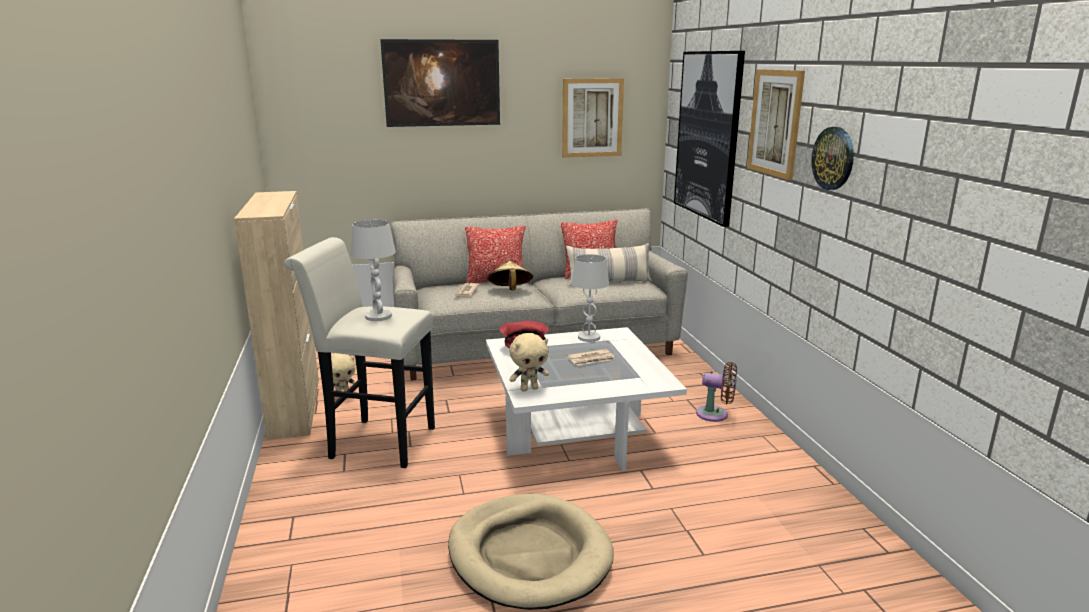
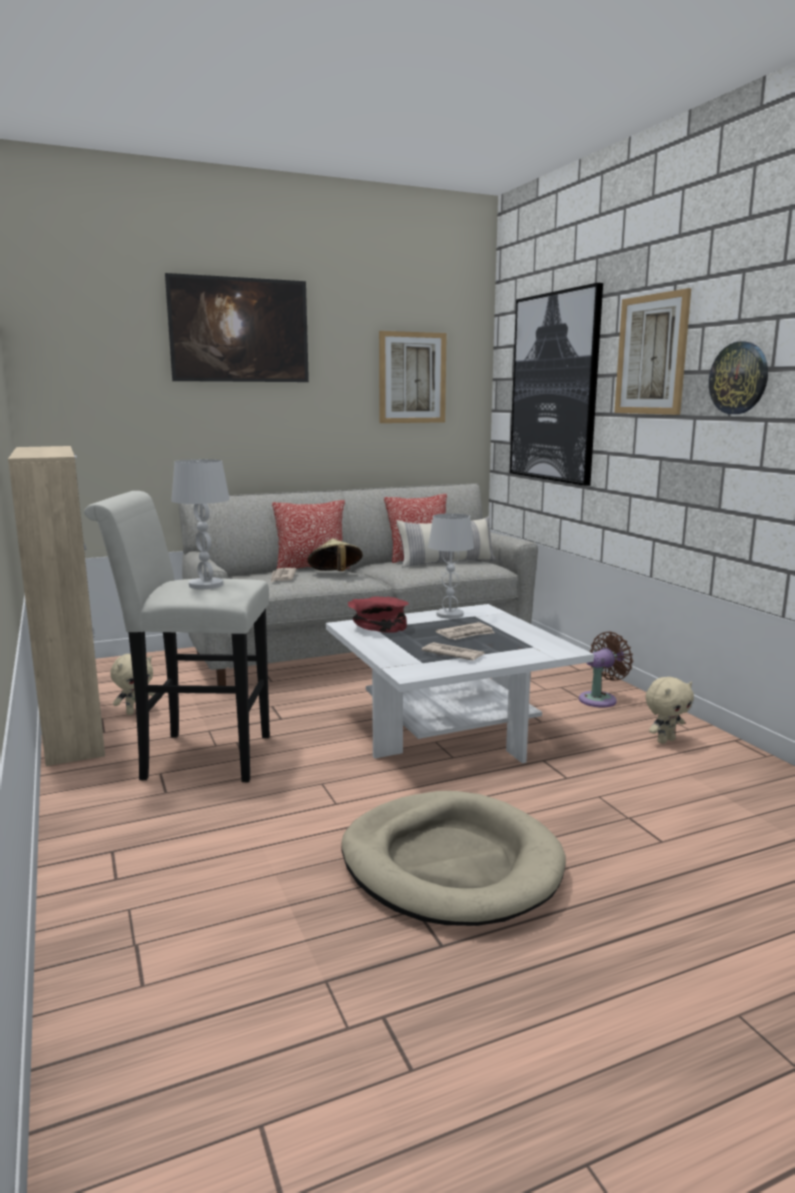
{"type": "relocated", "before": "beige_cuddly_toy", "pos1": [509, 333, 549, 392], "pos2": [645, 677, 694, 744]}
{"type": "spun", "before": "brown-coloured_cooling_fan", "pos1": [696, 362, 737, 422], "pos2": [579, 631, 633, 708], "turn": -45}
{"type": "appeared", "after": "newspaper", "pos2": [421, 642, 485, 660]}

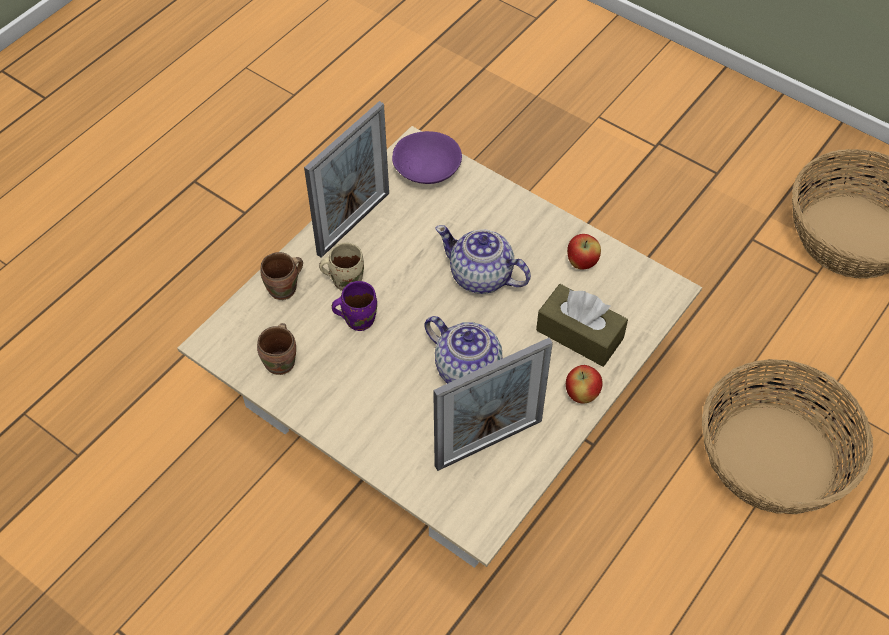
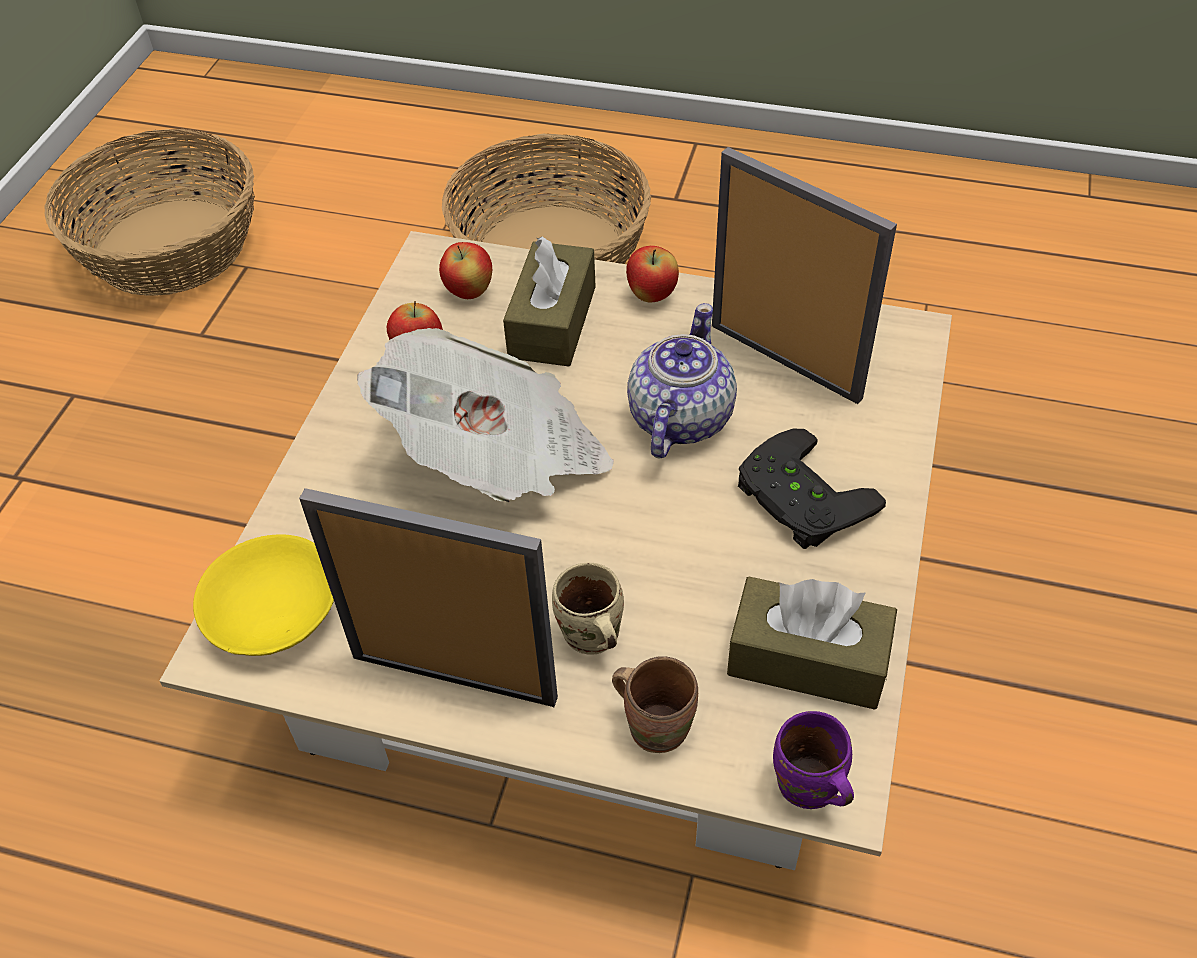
{"type": "colour", "before": "purplish_deep_dish", "after": "yellow-coloured_deep_dish", "pos1": [392, 131, 462, 184], "pos2": [193, 534, 334, 656]}
{"type": "exchanged", "before": "tea_pot", "after": "newspaper", "pos1": [435, 225, 531, 294], "pos2": [357, 328, 614, 502]}
{"type": "relocated", "before": "purplish_coffee_mug", "pos1": [332, 281, 377, 331], "pos2": [773, 711, 854, 809]}
{"type": "exchanged", "before": "brown-coloured_coffee_mug", "after": "brown-coloured_tissue_holder", "pos1": [257, 323, 296, 375], "pos2": [727, 576, 897, 710]}
{"type": "appeared", "after": "apple", "pos2": [439, 242, 492, 299]}
{"type": "appeared", "after": "black_gamepad", "pos2": [738, 429, 886, 549]}

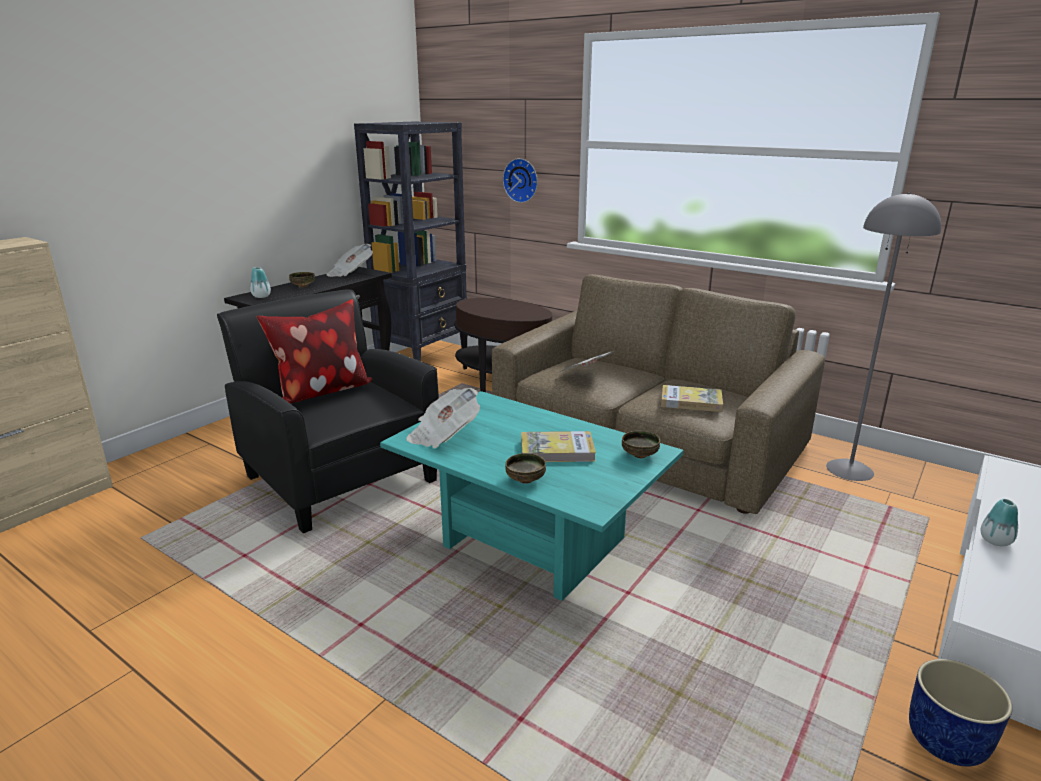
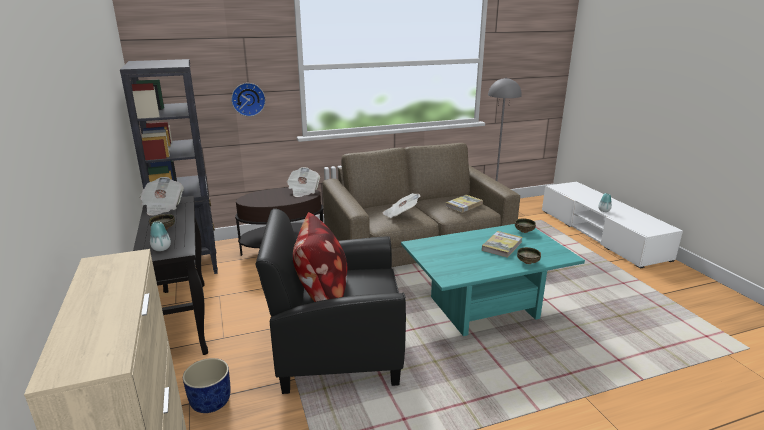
{"type": "relocated", "before": "newspaper", "pos1": [406, 388, 480, 448], "pos2": [287, 167, 320, 197]}
{"type": "relocated", "before": "blue_flower_pot", "pos1": [909, 659, 1013, 766], "pos2": [183, 358, 230, 413]}

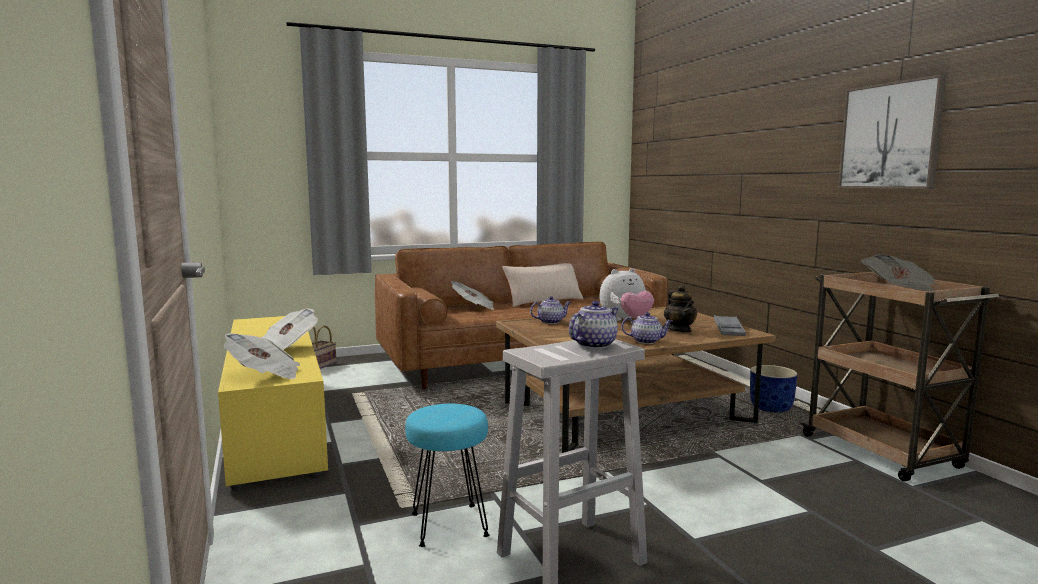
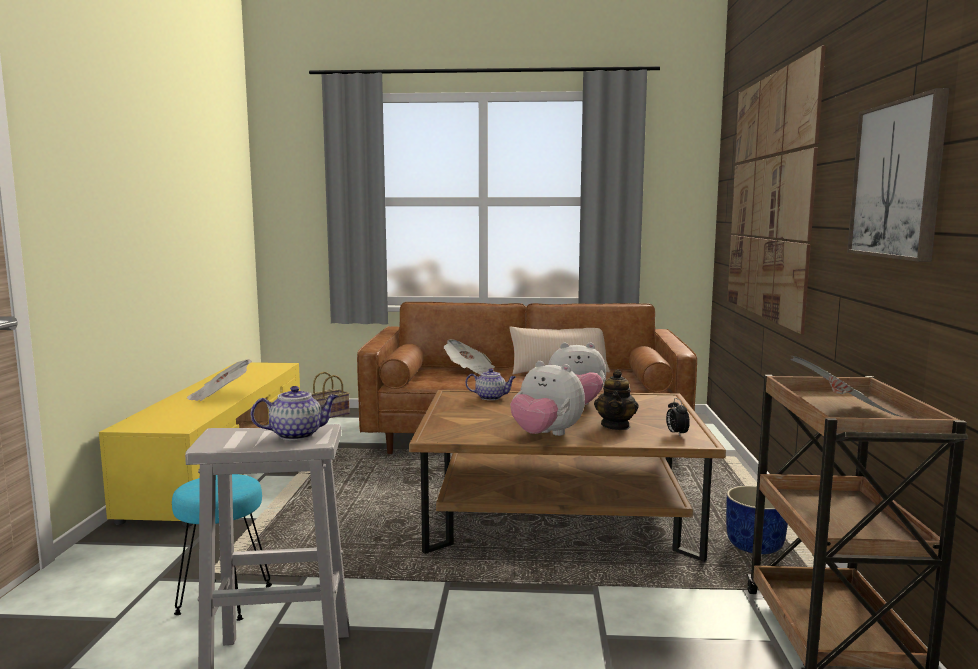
{"type": "exchanged", "before": "tea_pot", "after": "cuddly_toy", "pos1": [621, 312, 672, 344], "pos2": [510, 361, 585, 436]}
{"type": "exchanged", "before": "grey_serving_tray", "after": "bedside_clock", "pos1": [714, 315, 746, 336], "pos2": [666, 398, 690, 436]}
{"type": "missing", "before": "newspaper", "pos1": [223, 333, 300, 379]}
{"type": "appeared", "after": "wall_art", "pos2": [727, 45, 826, 334]}

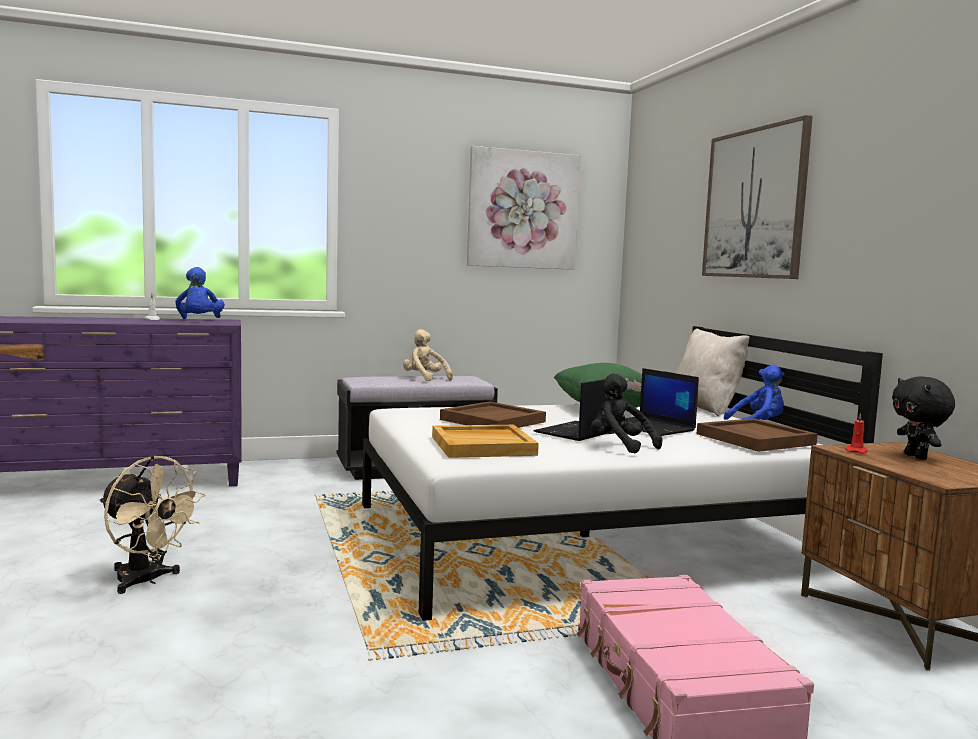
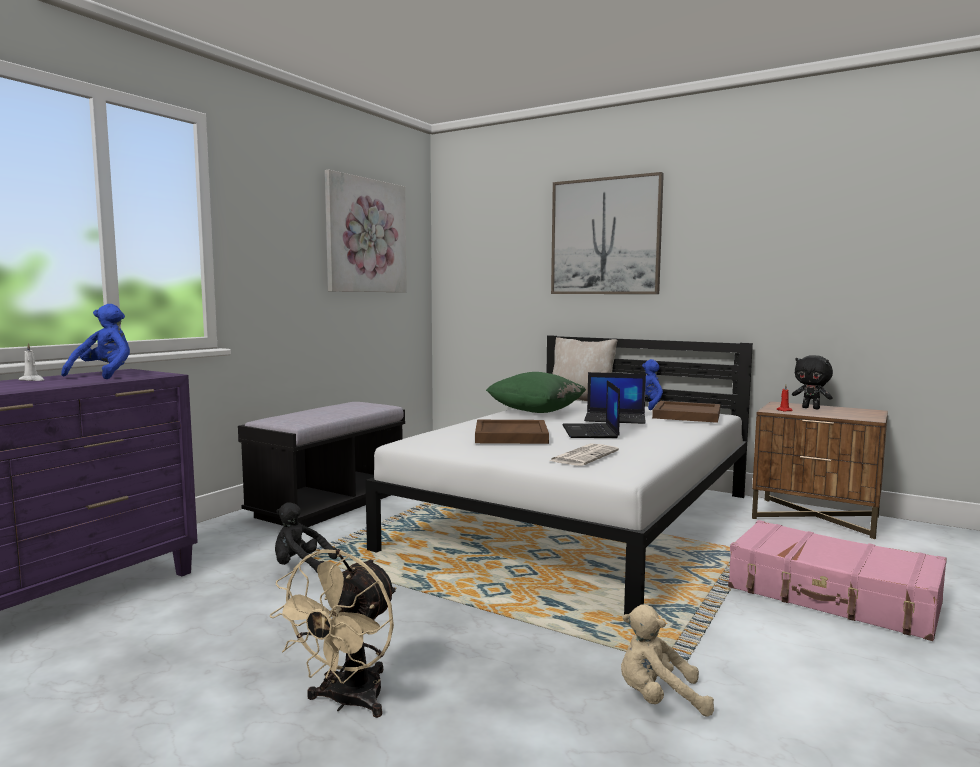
{"type": "spun", "before": "blue_cuddly_toy", "pos1": [175, 267, 225, 319], "pos2": [61, 304, 130, 379], "turn": -120}
{"type": "relocated", "before": "beige_cuddly_toy", "pos1": [403, 329, 453, 381], "pos2": [621, 604, 714, 716]}
{"type": "relocated", "before": "black_cuddly_toy", "pos1": [591, 373, 663, 453], "pos2": [275, 502, 337, 573]}
{"type": "exchanged", "before": "beige_serving_tray", "after": "newspaper", "pos1": [432, 425, 539, 458], "pos2": [549, 443, 619, 466]}
{"type": "spun", "before": "beige_cooling_fan", "pos1": [100, 455, 205, 594], "pos2": [270, 549, 396, 718], "turn": 120}

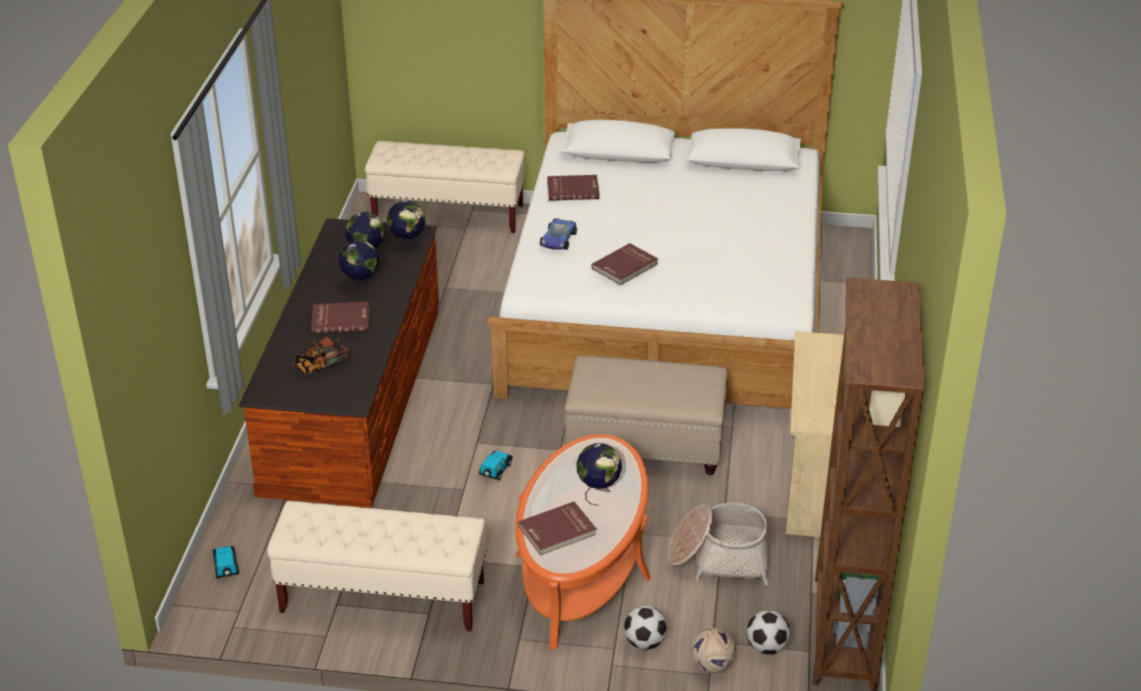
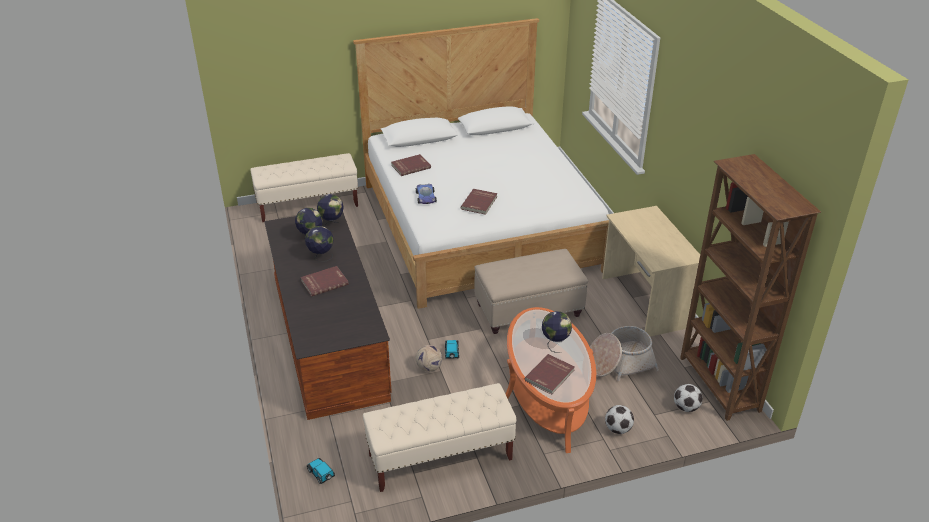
{"type": "missing", "before": "toy_truck", "pos1": [292, 336, 349, 375]}
{"type": "relocated", "before": "football", "pos1": [691, 628, 736, 673], "pos2": [416, 345, 442, 372]}

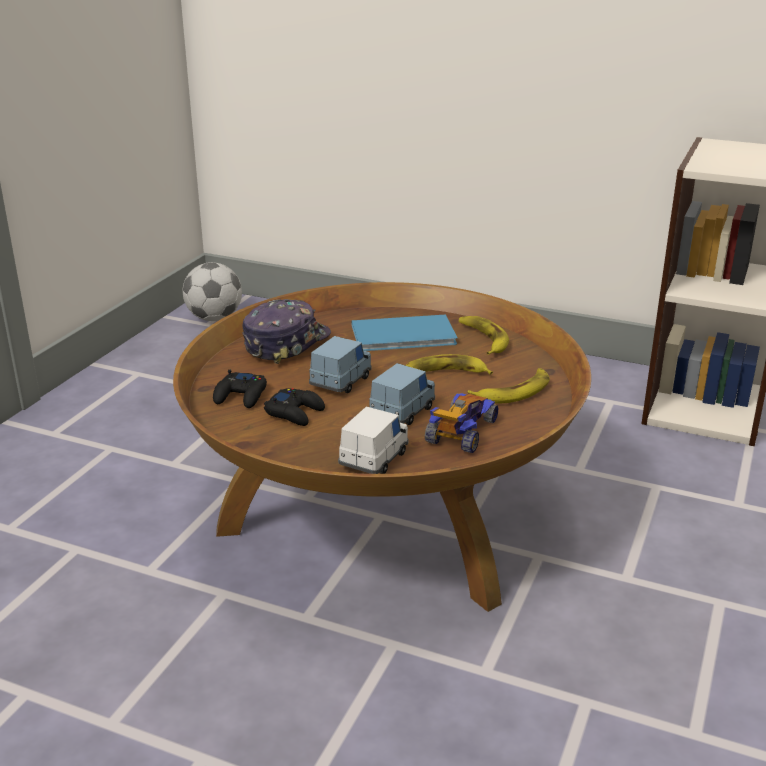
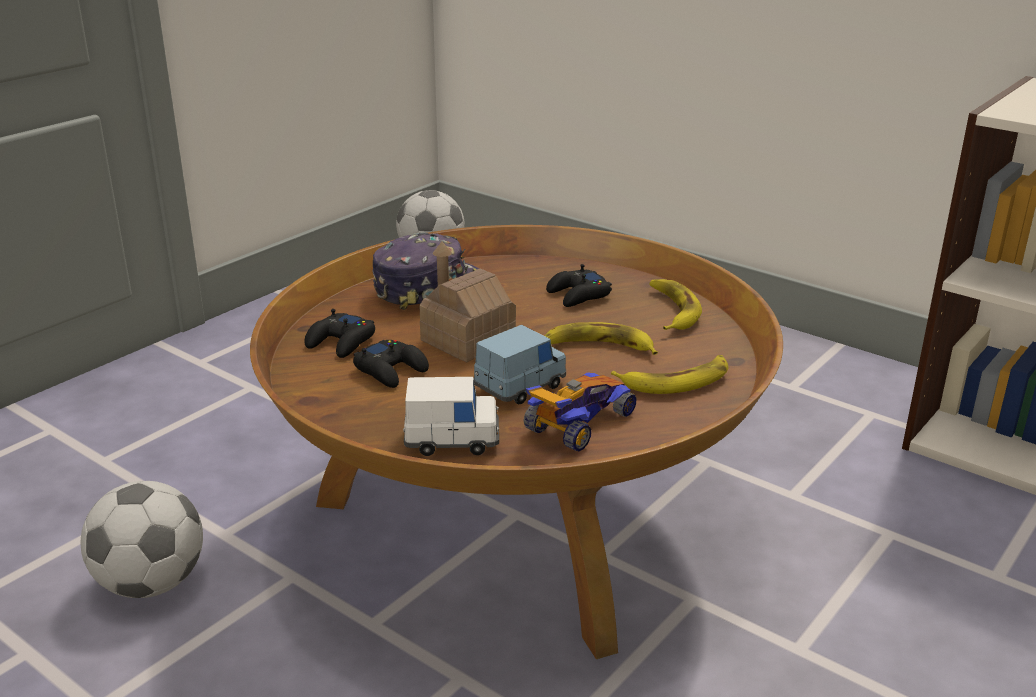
{"type": "exchanged", "before": "blue_bound_book", "after": "black_gamepad", "pos1": [351, 315, 458, 351], "pos2": [546, 264, 612, 307]}
{"type": "exchanged", "before": "blue_model_car", "after": "model_house", "pos1": [309, 336, 372, 393], "pos2": [419, 242, 516, 362]}
{"type": "spun", "before": "white_model_car", "pos1": [338, 407, 408, 474], "pos2": [403, 377, 499, 456], "turn": 45}
{"type": "appeared", "after": "football", "pos2": [81, 481, 203, 598]}

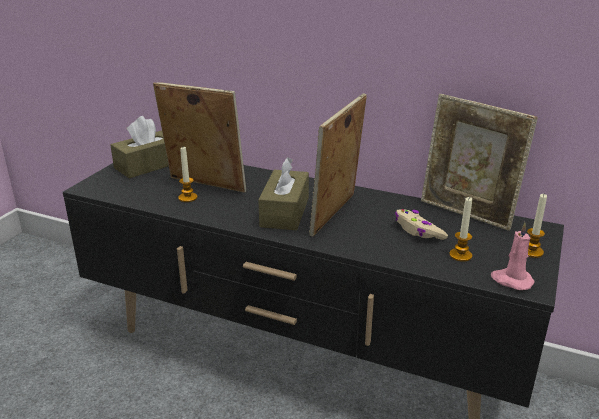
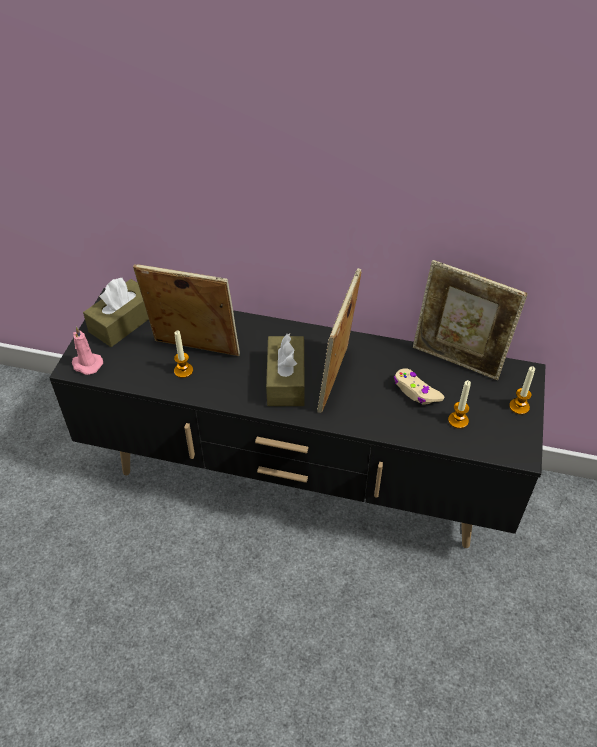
{"type": "relocated", "before": "pink-coloured_wax_light", "pos1": [491, 222, 535, 290], "pos2": [72, 326, 103, 375]}

